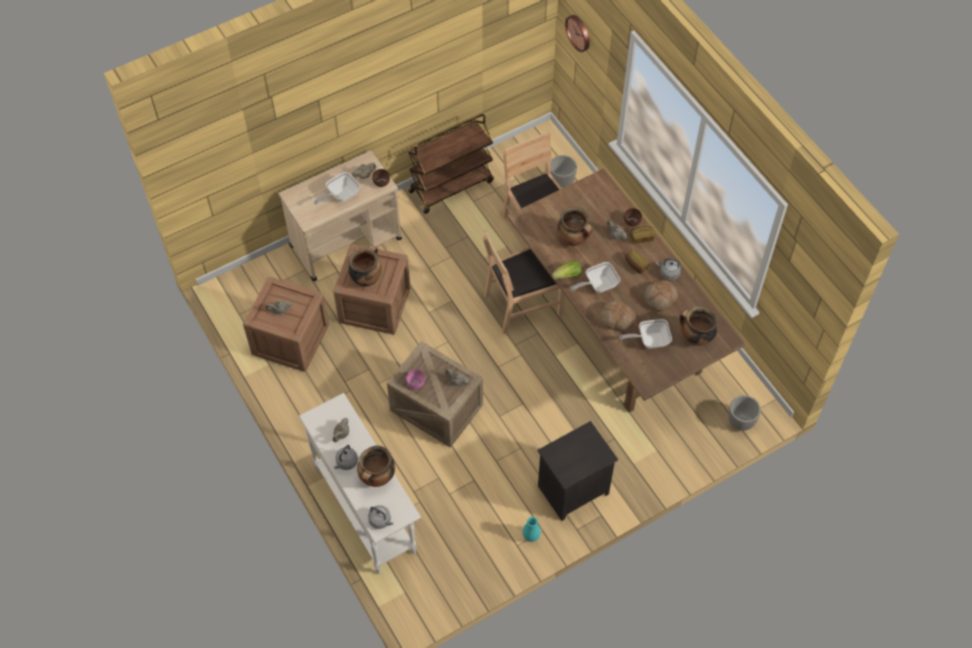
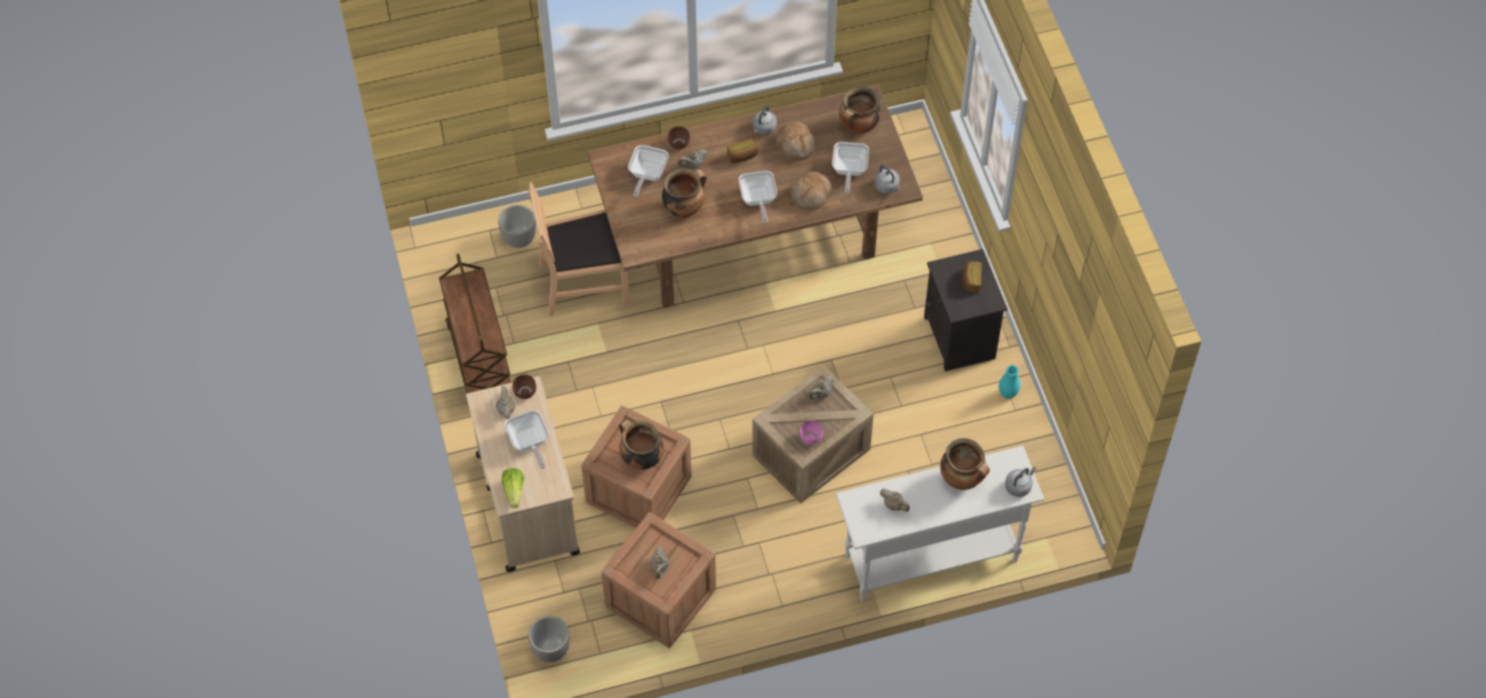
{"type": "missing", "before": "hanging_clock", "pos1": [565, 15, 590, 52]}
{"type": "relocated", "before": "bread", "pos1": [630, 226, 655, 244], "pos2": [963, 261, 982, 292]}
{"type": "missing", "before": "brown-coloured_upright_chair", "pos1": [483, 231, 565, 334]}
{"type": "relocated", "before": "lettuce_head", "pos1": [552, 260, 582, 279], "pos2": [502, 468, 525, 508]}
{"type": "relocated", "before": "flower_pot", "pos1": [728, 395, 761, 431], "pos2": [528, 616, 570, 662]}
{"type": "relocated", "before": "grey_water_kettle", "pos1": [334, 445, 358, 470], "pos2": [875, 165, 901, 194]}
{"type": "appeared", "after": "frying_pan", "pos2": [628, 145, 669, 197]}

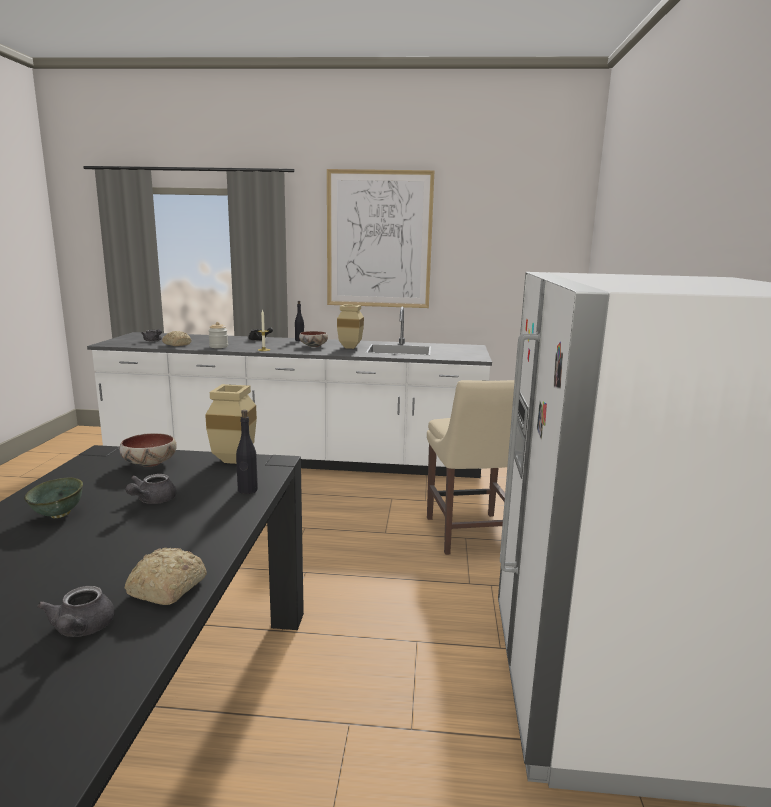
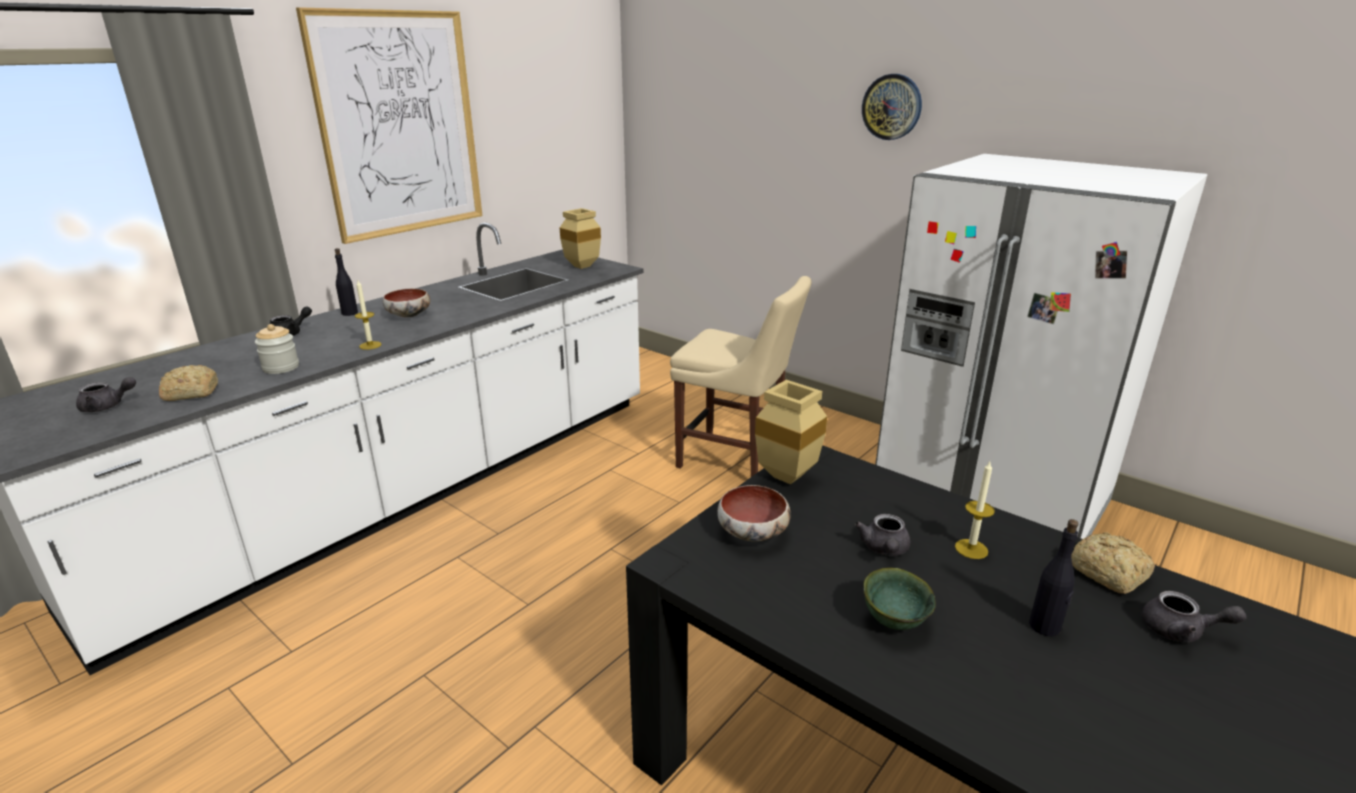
{"type": "relocated", "before": "beige_vase", "pos1": [337, 305, 364, 349], "pos2": [560, 208, 601, 269]}
{"type": "relocated", "before": "black_beverage_bottle", "pos1": [236, 410, 258, 494], "pos2": [1029, 519, 1079, 636]}
{"type": "spun", "before": "grey_tea_pot", "pos1": [126, 474, 177, 504], "pos2": [855, 514, 910, 556], "turn": 45}
{"type": "appeared", "after": "hanging_clock", "pos2": [862, 74, 922, 140]}
{"type": "appeared", "after": "wax_light", "pos2": [955, 462, 995, 559]}

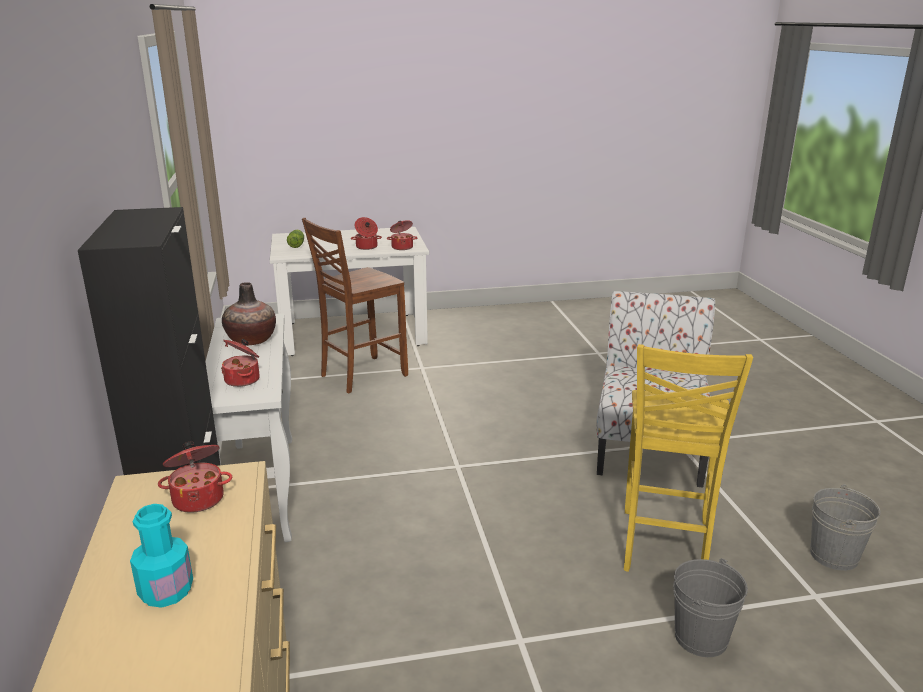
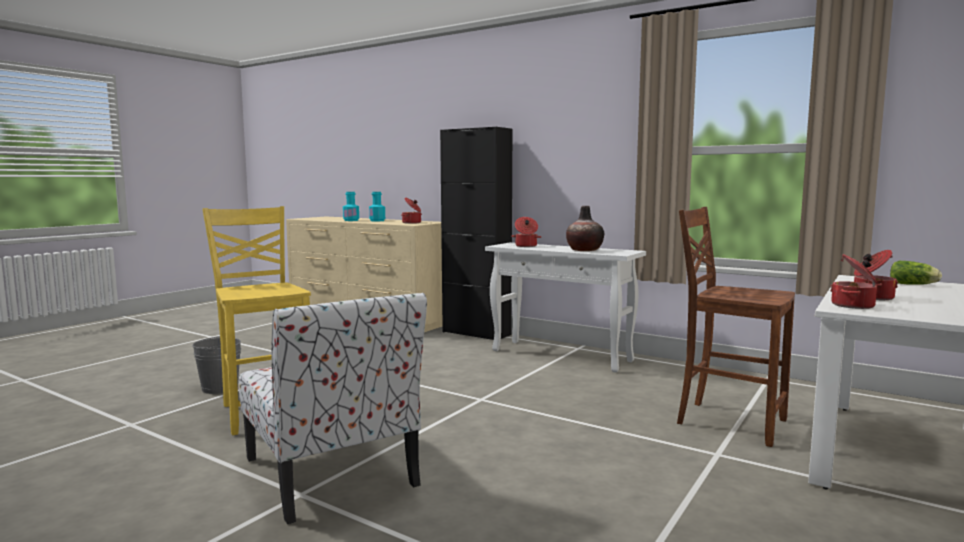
{"type": "spun", "before": "brown-coloured_upright_chair", "pos1": [302, 218, 408, 393], "pos2": [677, 207, 795, 447], "turn": -60}
{"type": "missing", "before": "grey_bucket", "pos1": [810, 484, 881, 571]}
{"type": "appeared", "after": "turquoise-coloured_beverage_bottle", "pos2": [343, 192, 359, 221]}

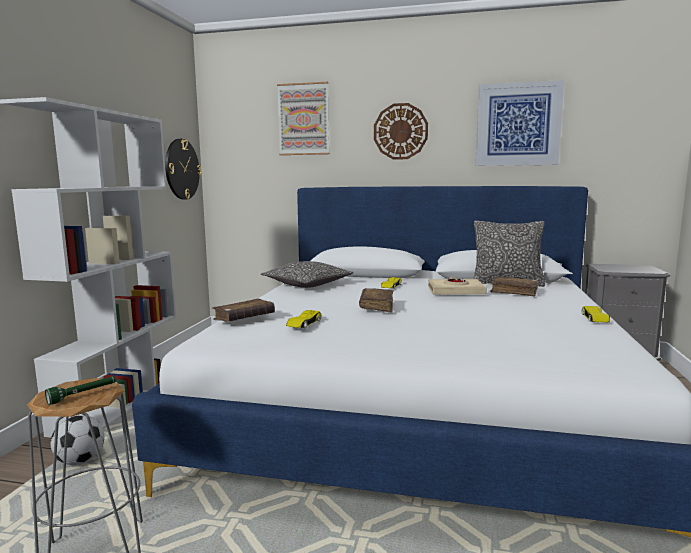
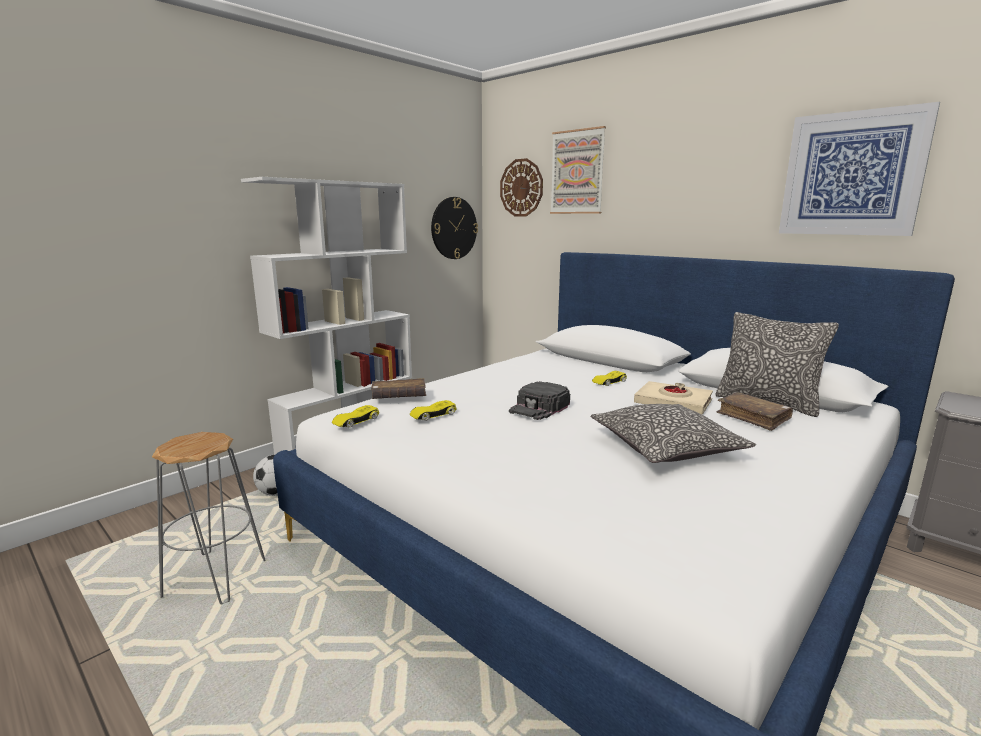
{"type": "relocated", "before": "hanging_clock", "pos1": [374, 103, 428, 160], "pos2": [500, 158, 543, 217]}
{"type": "relocated", "before": "pillow", "pos1": [261, 261, 354, 288], "pos2": [590, 404, 756, 463]}
{"type": "exchanged", "before": "brown-coloured_bound_book", "after": "black_cap", "pos1": [359, 288, 393, 313], "pos2": [509, 381, 570, 420]}
{"type": "relocated", "before": "yellow-coloured_model_car", "pos1": [581, 306, 610, 323], "pos2": [332, 405, 379, 428]}
{"type": "missing", "before": "greenish_flashlight", "pos1": [45, 376, 116, 405]}

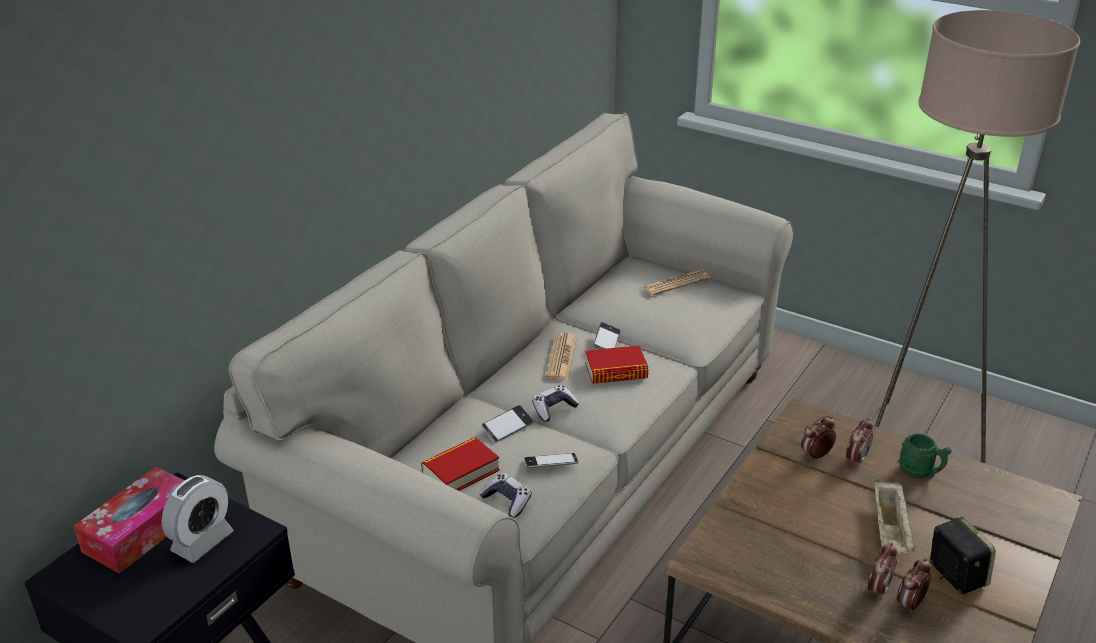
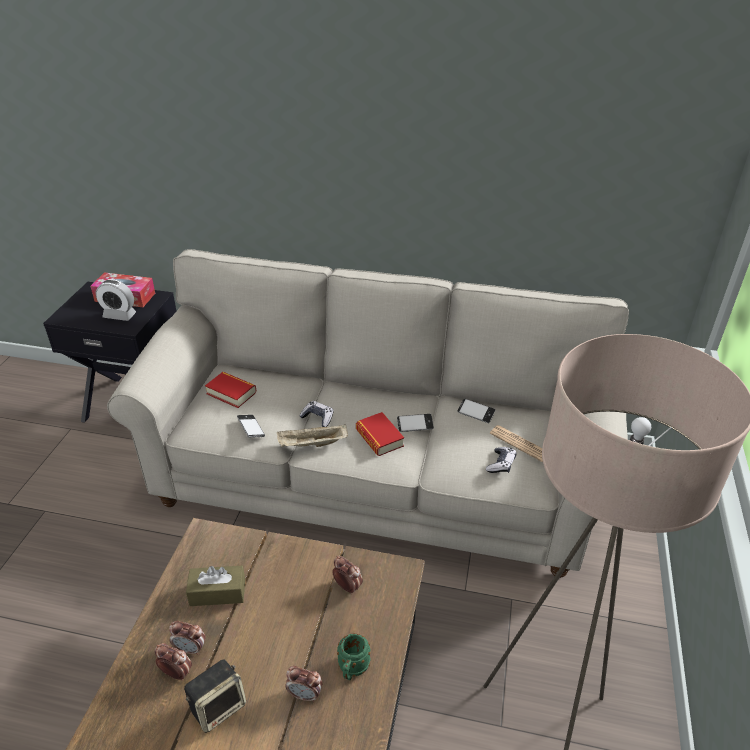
{"type": "missing", "before": "newspaper", "pos1": [546, 332, 577, 380]}
{"type": "relocated", "before": "phone", "pos1": [482, 405, 533, 442], "pos2": [457, 399, 496, 423]}
{"type": "relocated", "before": "bedside_clock", "pos1": [846, 418, 874, 467], "pos2": [285, 666, 322, 702]}
{"type": "relocated", "before": "gamepad", "pos1": [480, 473, 531, 518], "pos2": [486, 447, 517, 473]}
{"type": "relocated", "before": "beige_serving_tray", "pos1": [875, 479, 916, 554], "pos2": [277, 424, 348, 447]}
{"type": "appeared", "after": "brown-coloured_tissue_holder", "pos2": [186, 566, 245, 606]}

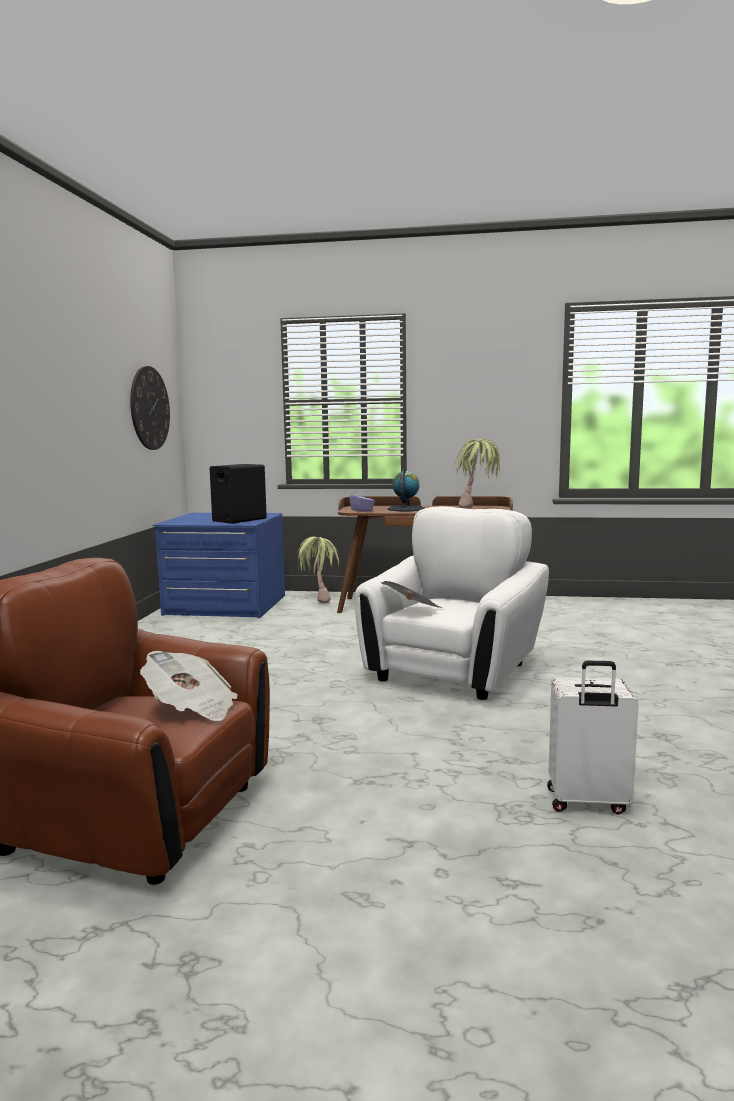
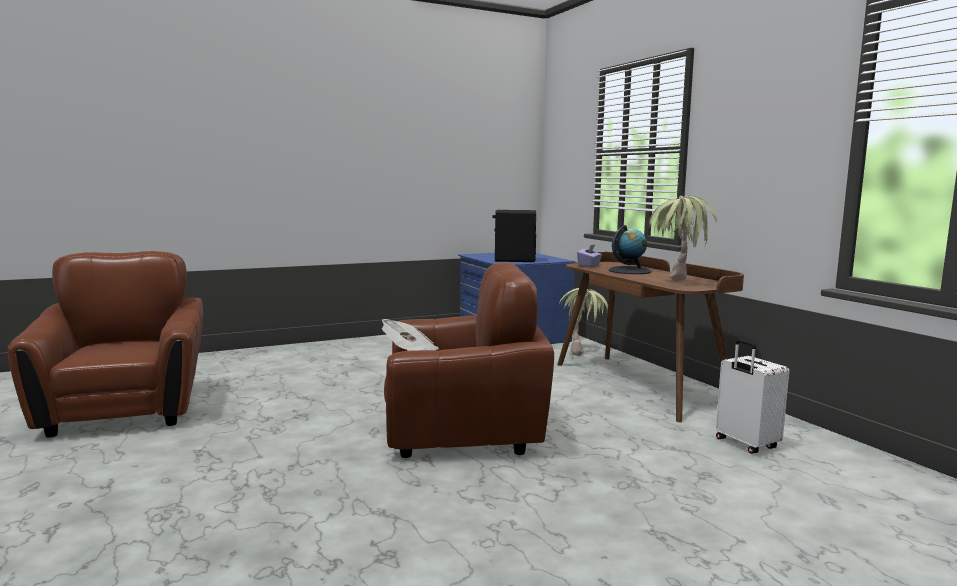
{"type": "missing", "before": "hanging_clock", "pos1": [130, 366, 170, 450]}
{"type": "colour", "before": "white_armchair", "after": "brown-coloured_armchair", "pos1": [355, 506, 549, 700], "pos2": [384, 262, 554, 458]}
{"type": "missing", "before": "newspaper", "pos1": [140, 651, 238, 721]}
{"type": "relocated", "before": "white_suitcase", "pos1": [547, 661, 639, 815], "pos2": [716, 339, 789, 454]}

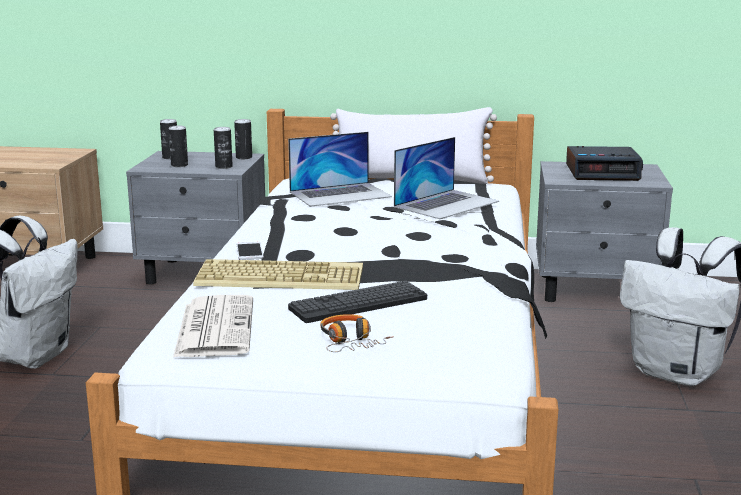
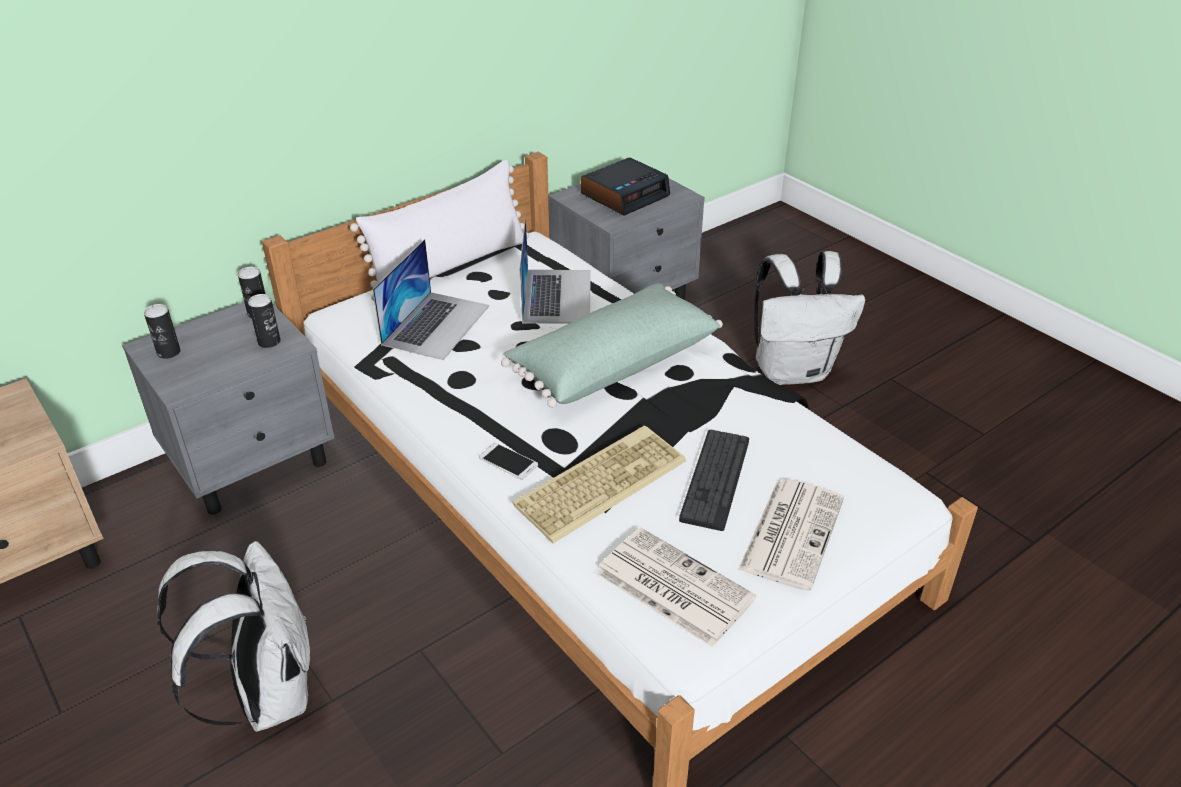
{"type": "missing", "before": "sealed_can", "pos1": [169, 125, 188, 167]}
{"type": "exchanged", "before": "headset", "after": "newspaper", "pos1": [320, 314, 394, 352], "pos2": [738, 479, 844, 591]}
{"type": "appeared", "after": "greenish_pillow", "pos2": [501, 283, 723, 408]}

